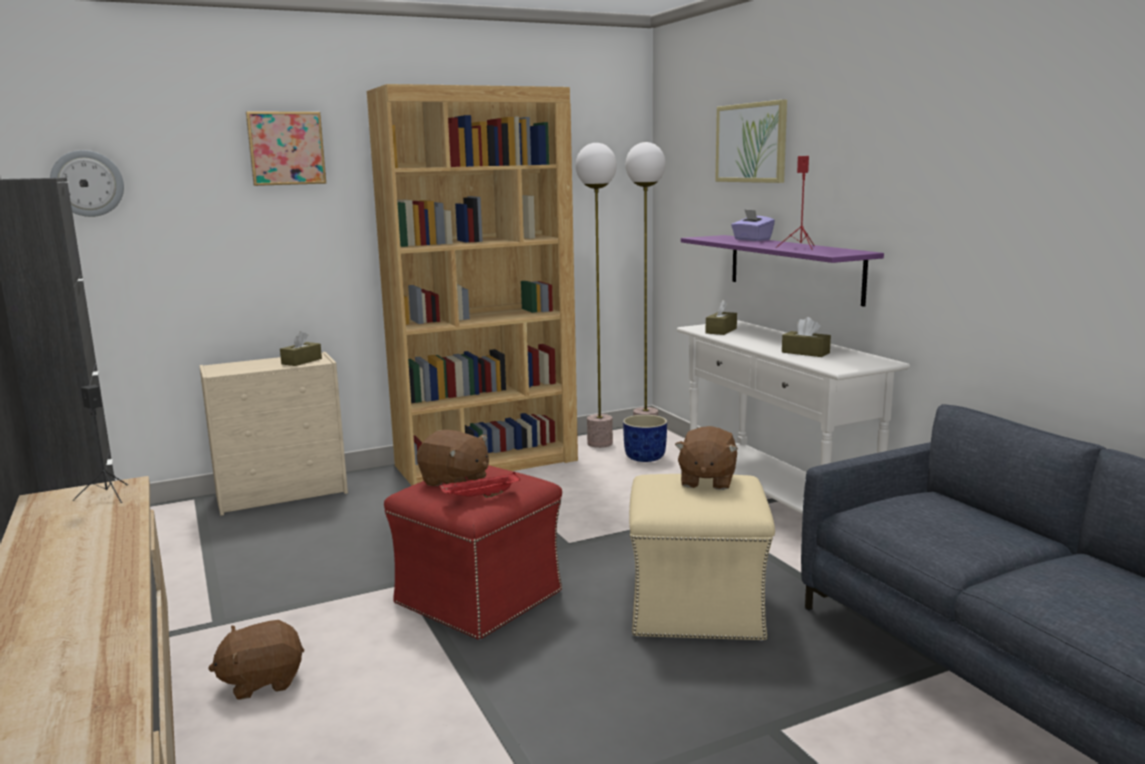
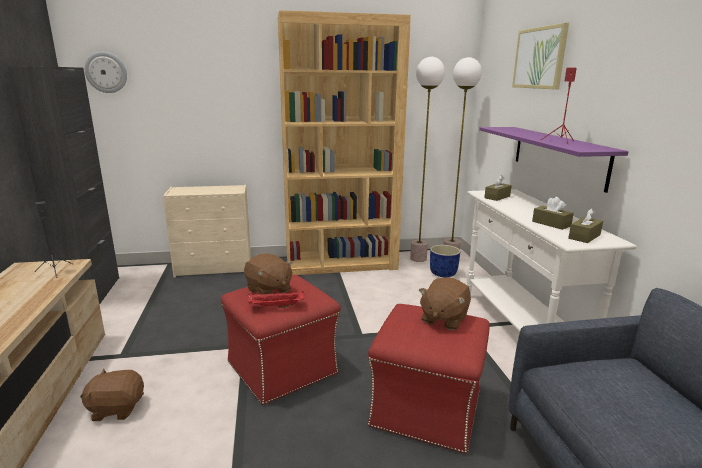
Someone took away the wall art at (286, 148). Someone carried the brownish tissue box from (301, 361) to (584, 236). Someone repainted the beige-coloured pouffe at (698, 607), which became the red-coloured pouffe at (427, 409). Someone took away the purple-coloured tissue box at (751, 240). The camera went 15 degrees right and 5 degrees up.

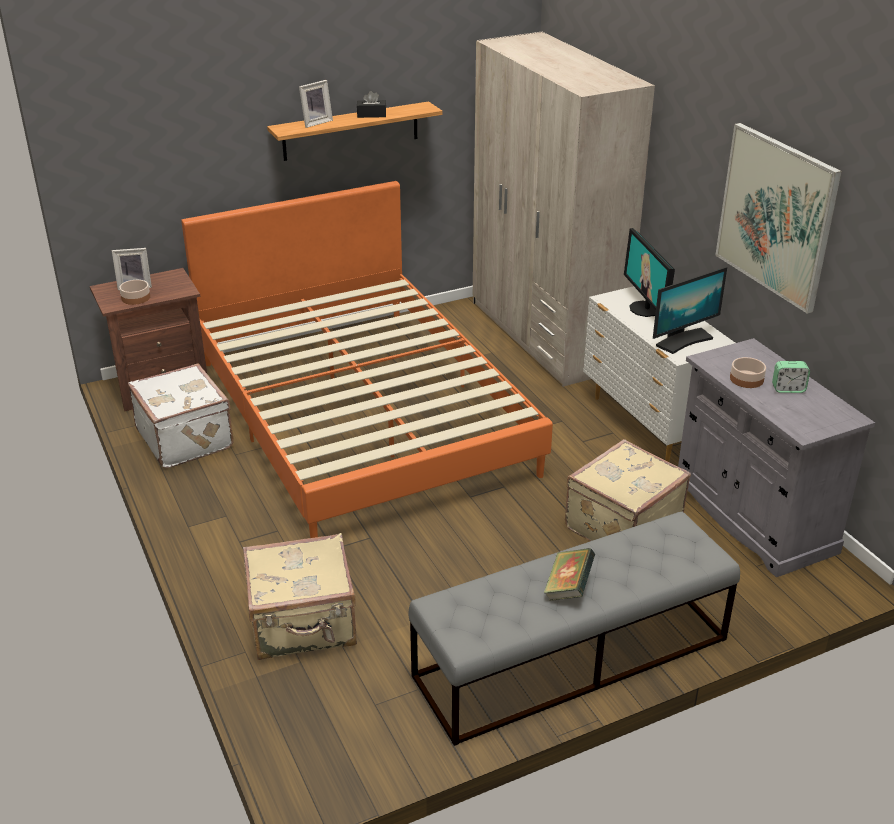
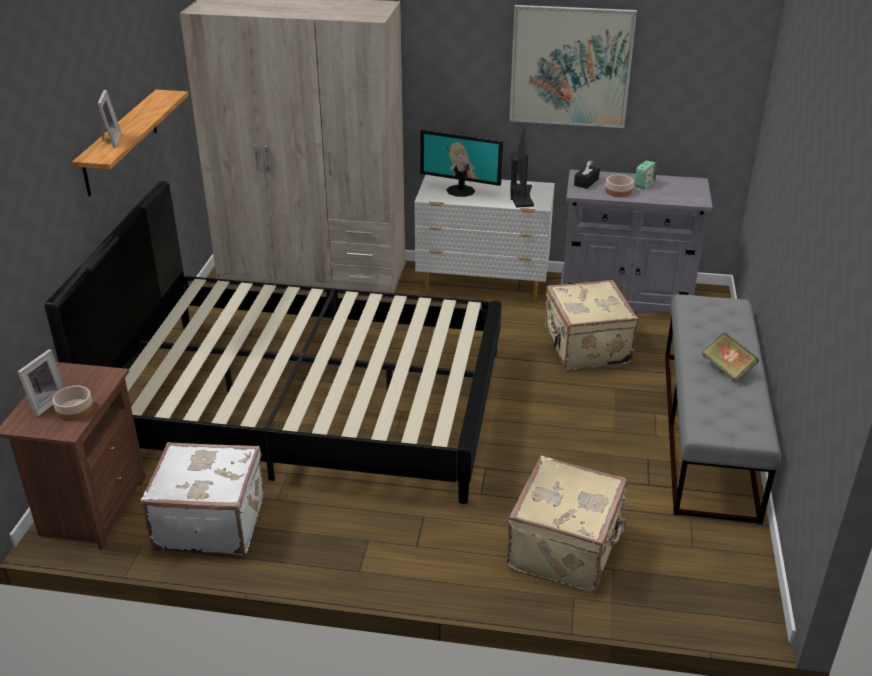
Someone repainted the orange bed at (362, 414), which became the blackish bed at (307, 403). Someone carried the blackish tissue box from (371, 115) to (586, 182). The camera went 55 degrees left and 0 degrees up.

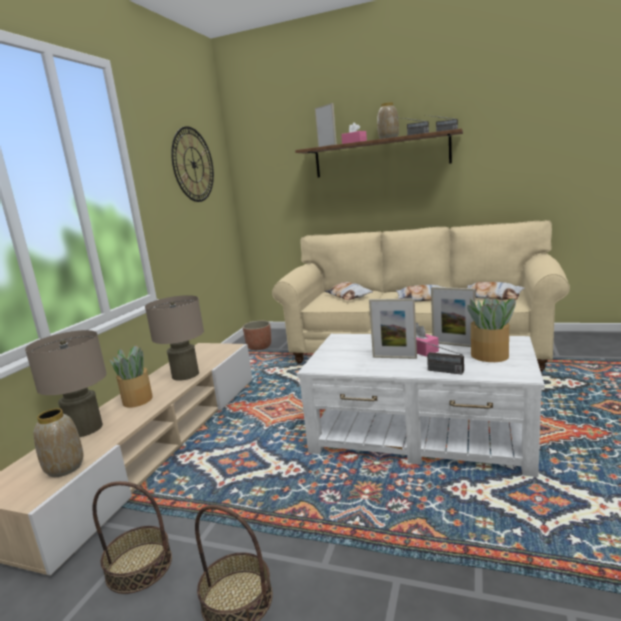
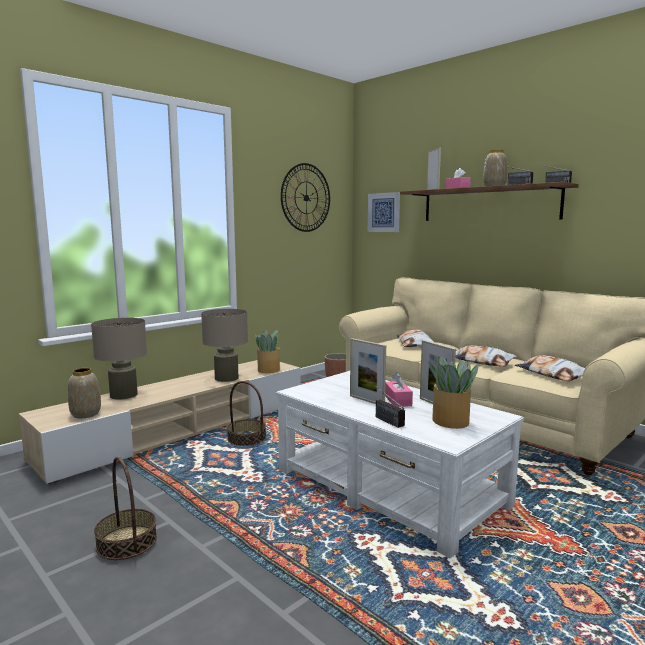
Someone carried the household basket from (139, 567) to (246, 439). Someone carried the potted plant from (138, 399) to (269, 369). Someone put up the wall art at (384, 212). The camera went 25 degrees right and 5 degrees down.

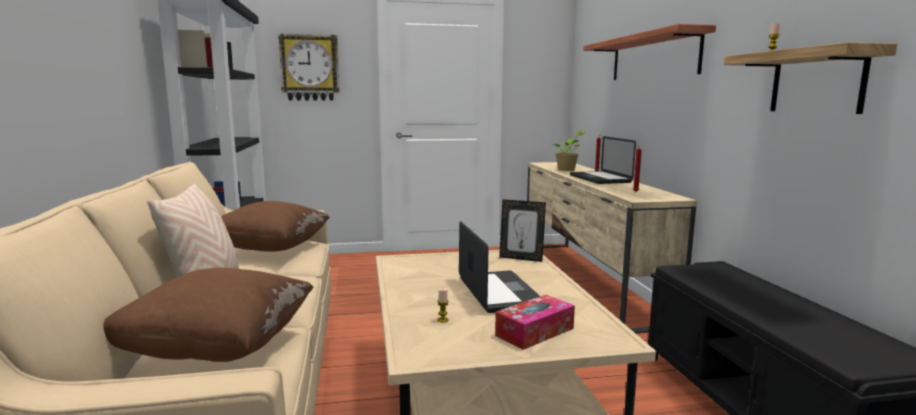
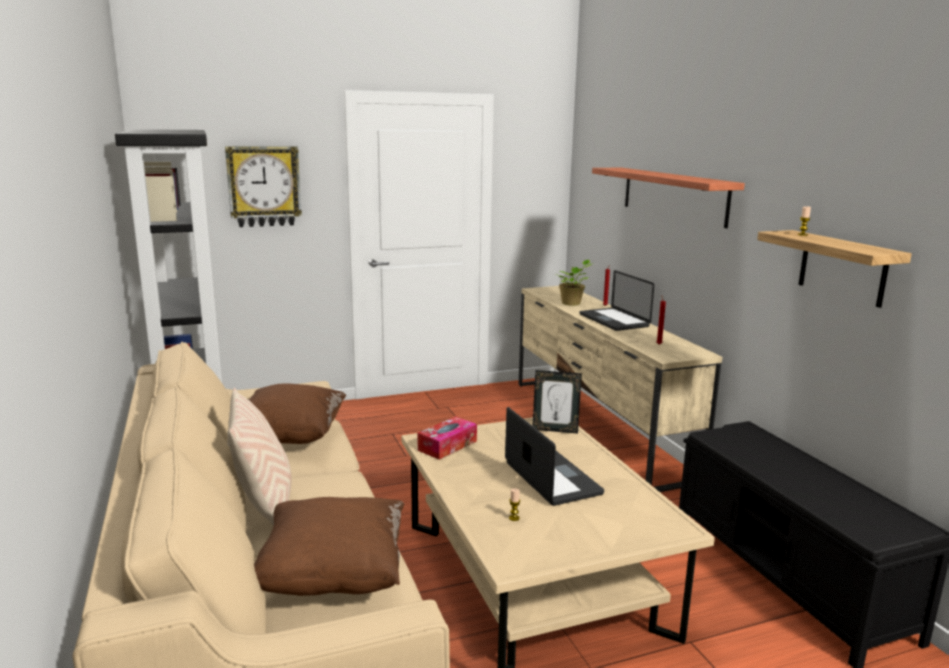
Someone carried the tissue box from (534, 332) to (447, 445). The camera went 10 degrees left and 5 degrees up.

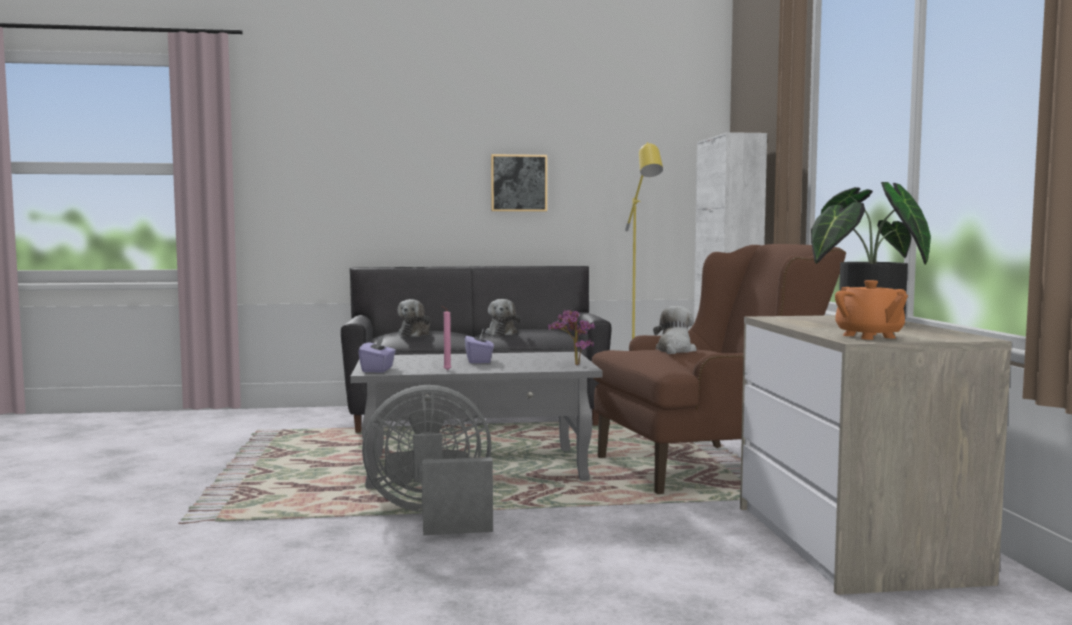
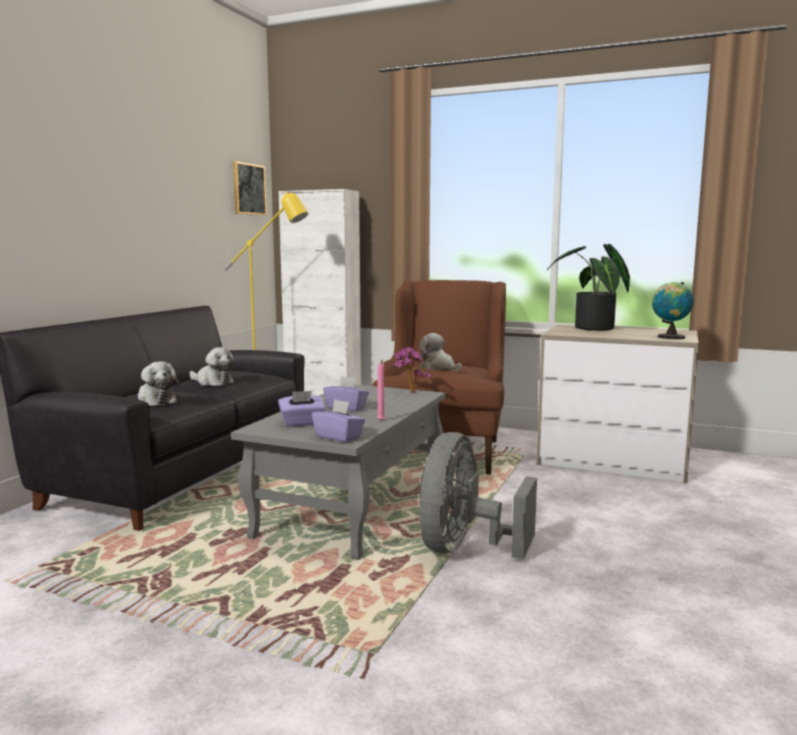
Someone carried the wall art from (519, 183) to (248, 189). Someone swapped the orange tea pot at (869, 336) for the desk globe at (669, 337). Someone put down the purple-coloured tissue box at (302, 423). The camera went 60 degrees left and 5 degrees up.

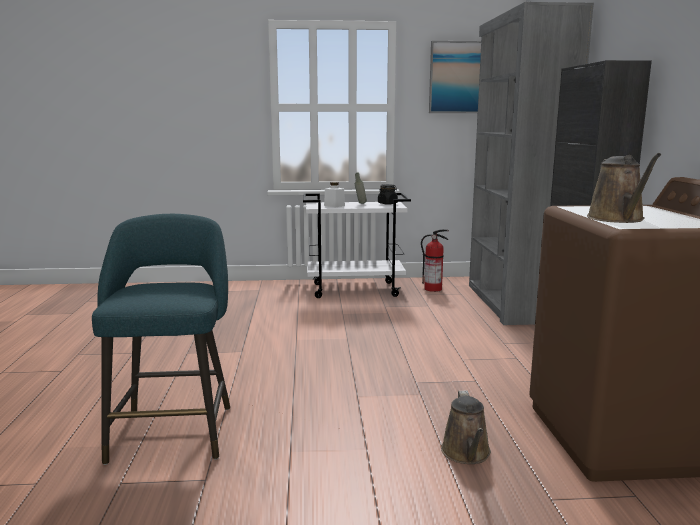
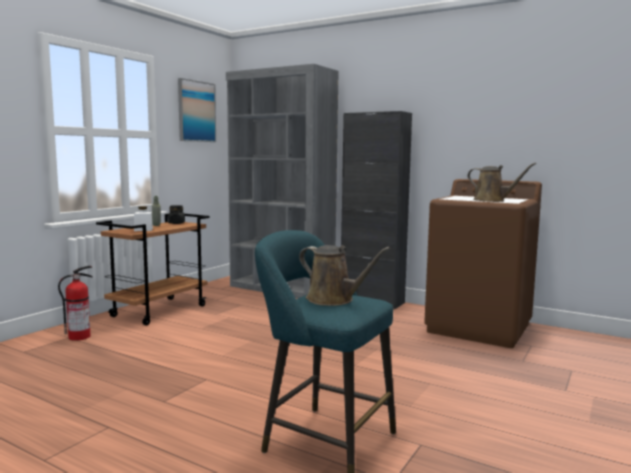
Someone repainted the white cart at (355, 290), which became the brownish cart at (159, 311). Someone carried the extinguisher from (433, 289) to (80, 337). Someone carried the brownish sprinkling can from (466, 453) to (333, 300). The camera went 55 degrees left and 5 degrees down.

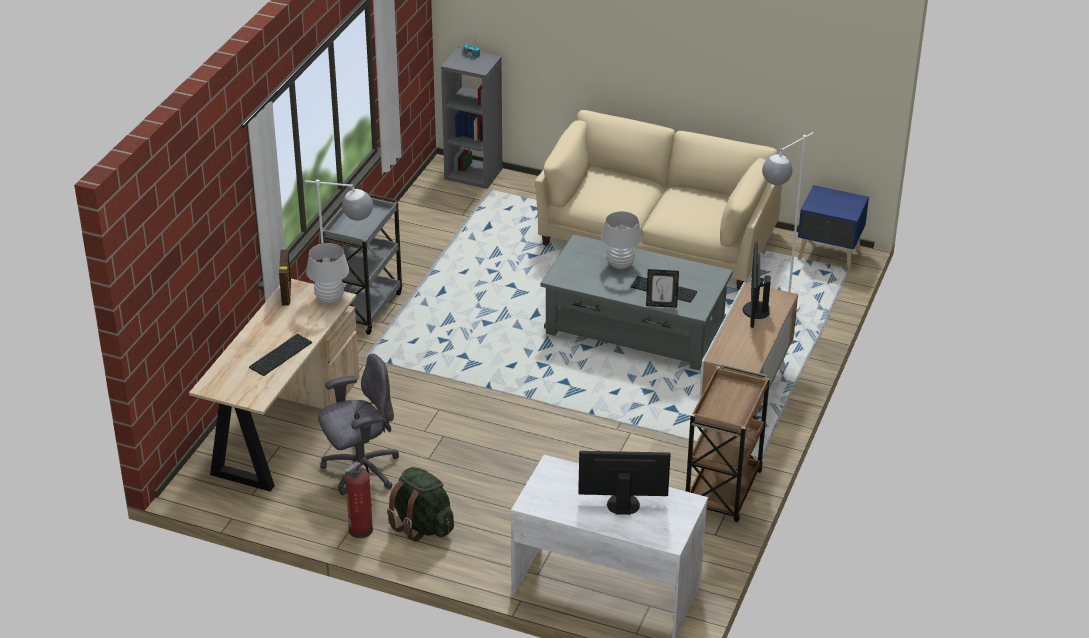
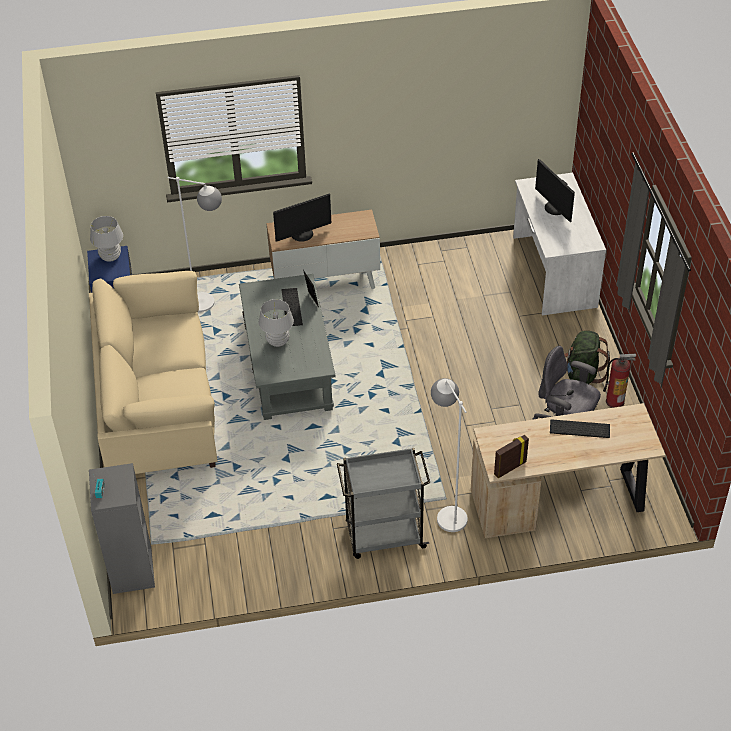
Someone carried the white tabletop lamp from (329, 299) to (110, 257). Someone took away the brownish cart at (723, 492). The camera went 120 degrees left and 10 degrees up.

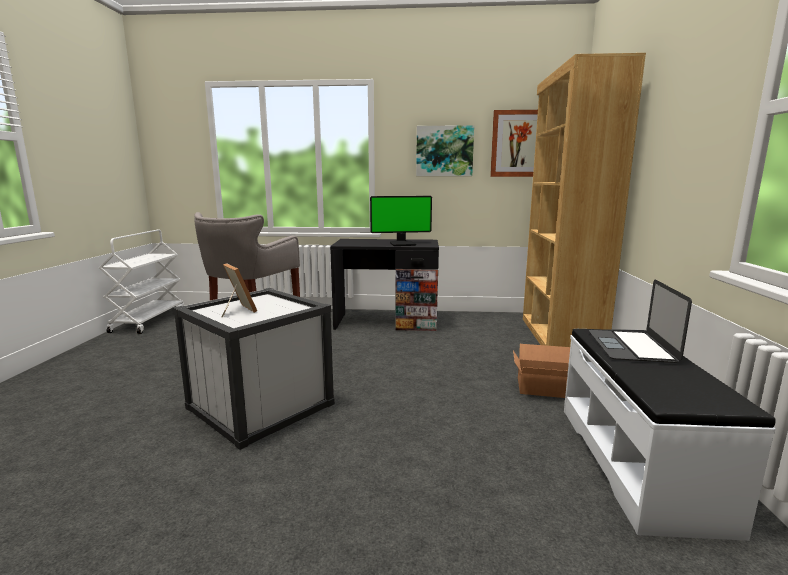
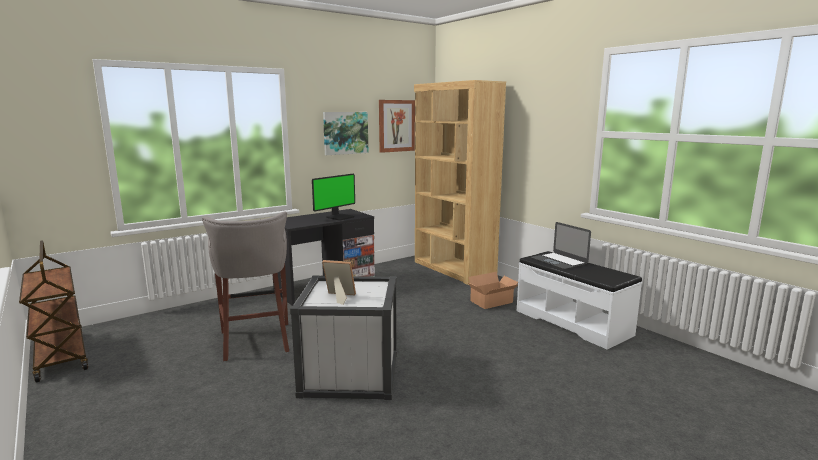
Someone repainted the white cart at (149, 320), which became the brownish cart at (60, 355). The camera went 40 degrees left and 0 degrees up.

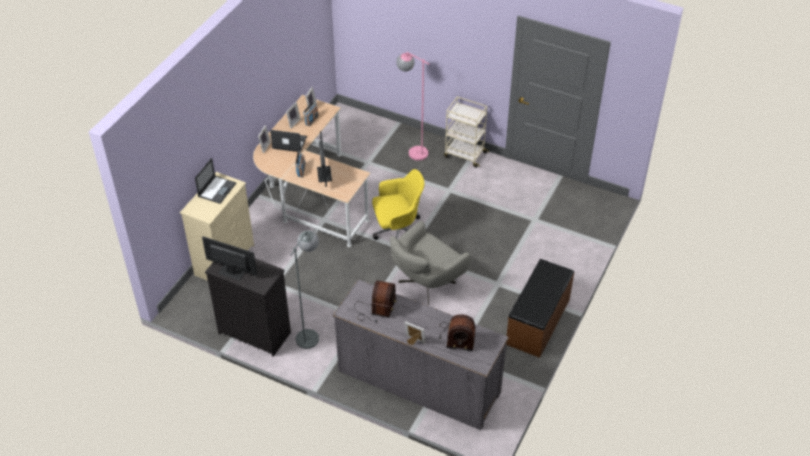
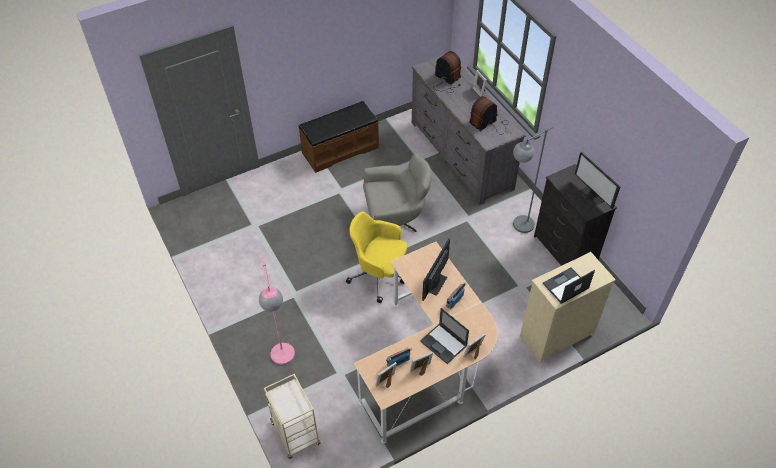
Someone carried the beige-coloured cart from (464, 155) to (296, 434). The camera went 145 degrees left and 5 degrees up.

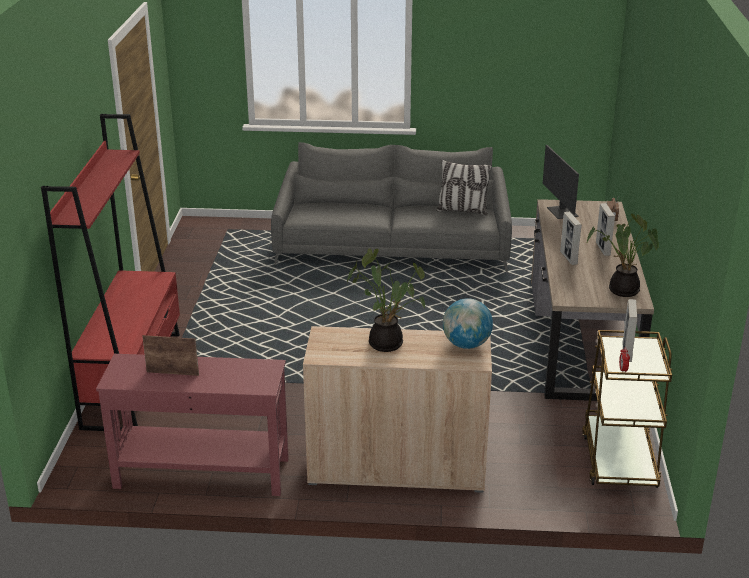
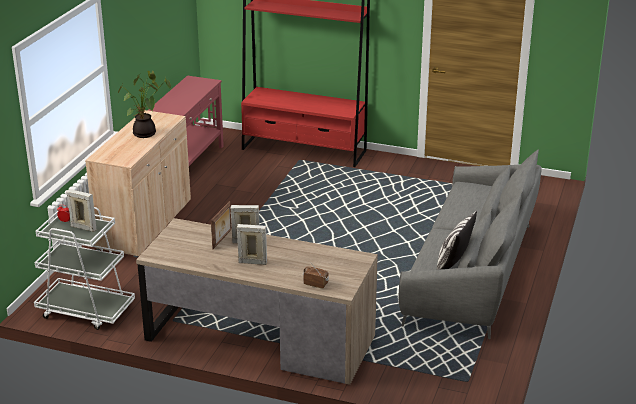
Someone carried the photo frame from (173, 373) to (222, 239). Someone took away the desk globe at (466, 345). Someone took away the computer screen at (561, 212). Someone repainted the brownish cart at (619, 460), which became the white cart at (85, 310). Someone took away the potted plant at (621, 291). The camera went 105 degrees right and 0 degrees up.

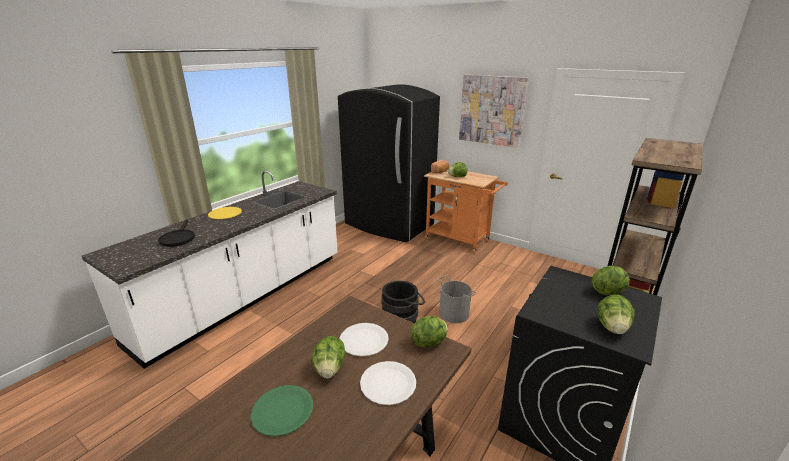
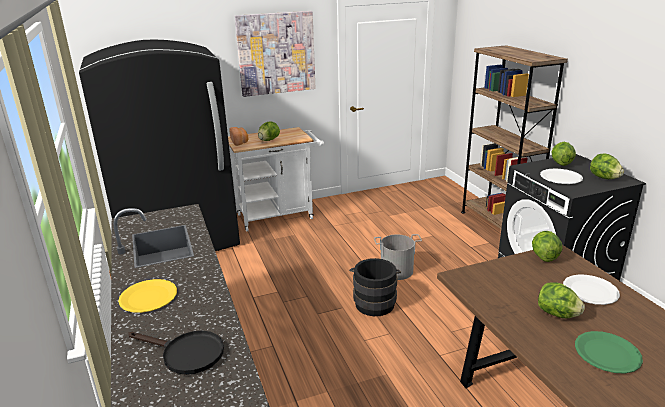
Someone carried the white flat dish from (363, 340) to (561, 178). Someone repainted the orange cart at (460, 240), which became the white cart at (279, 215). The camera went 55 degrees left and 0 degrees up.

